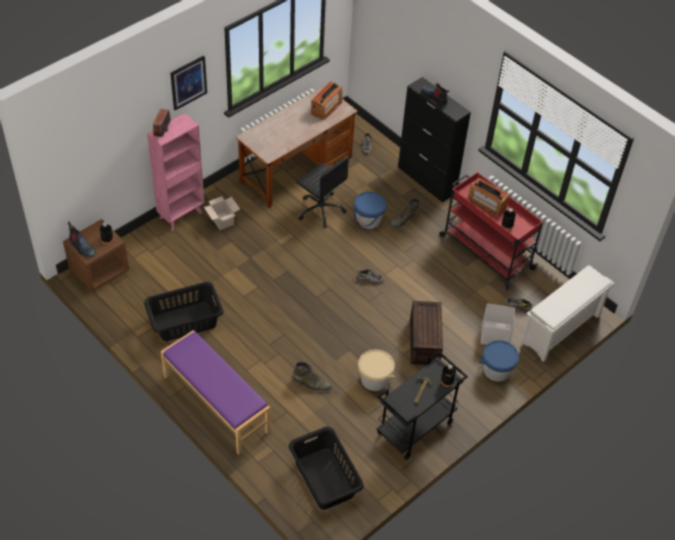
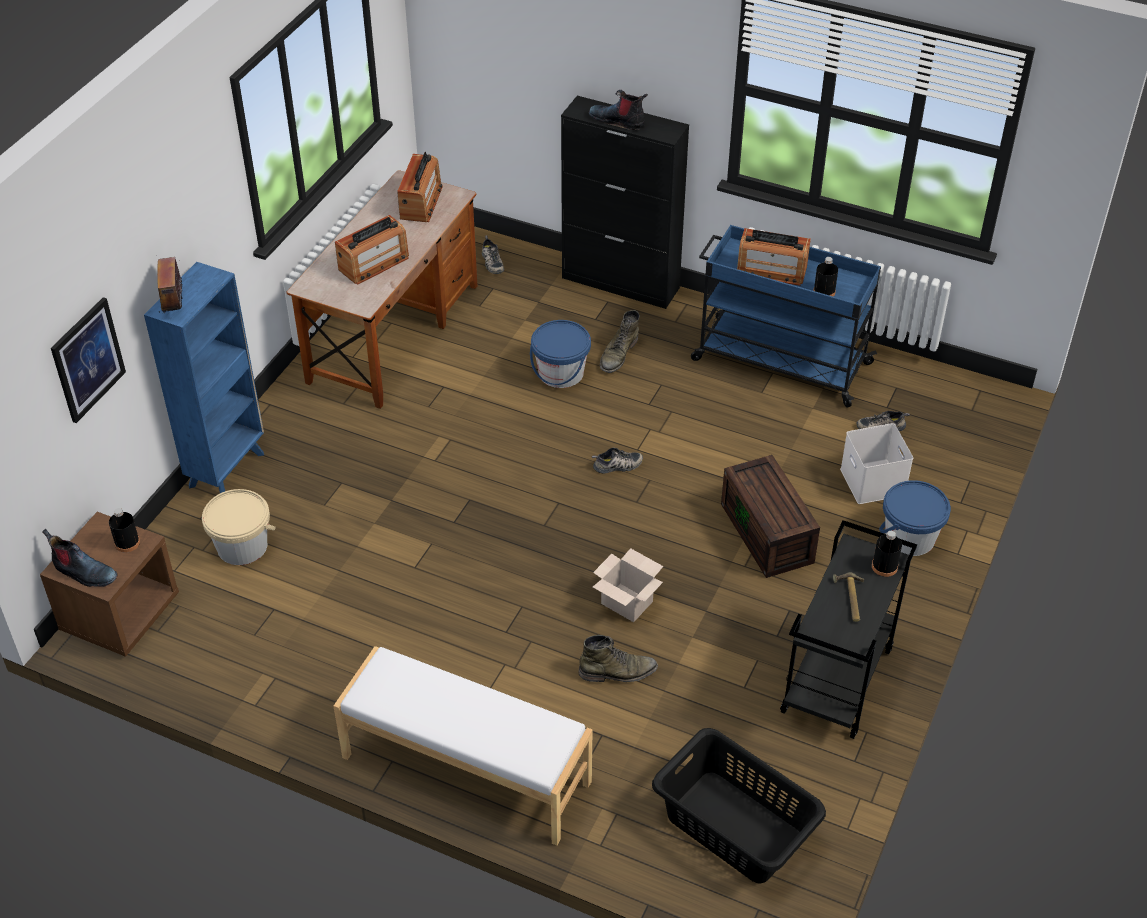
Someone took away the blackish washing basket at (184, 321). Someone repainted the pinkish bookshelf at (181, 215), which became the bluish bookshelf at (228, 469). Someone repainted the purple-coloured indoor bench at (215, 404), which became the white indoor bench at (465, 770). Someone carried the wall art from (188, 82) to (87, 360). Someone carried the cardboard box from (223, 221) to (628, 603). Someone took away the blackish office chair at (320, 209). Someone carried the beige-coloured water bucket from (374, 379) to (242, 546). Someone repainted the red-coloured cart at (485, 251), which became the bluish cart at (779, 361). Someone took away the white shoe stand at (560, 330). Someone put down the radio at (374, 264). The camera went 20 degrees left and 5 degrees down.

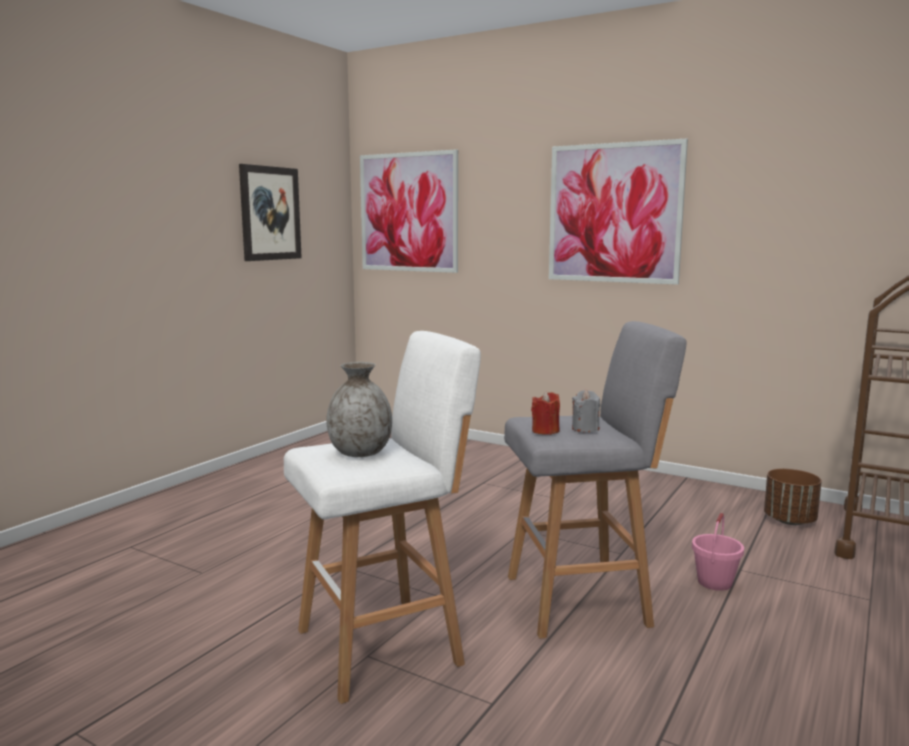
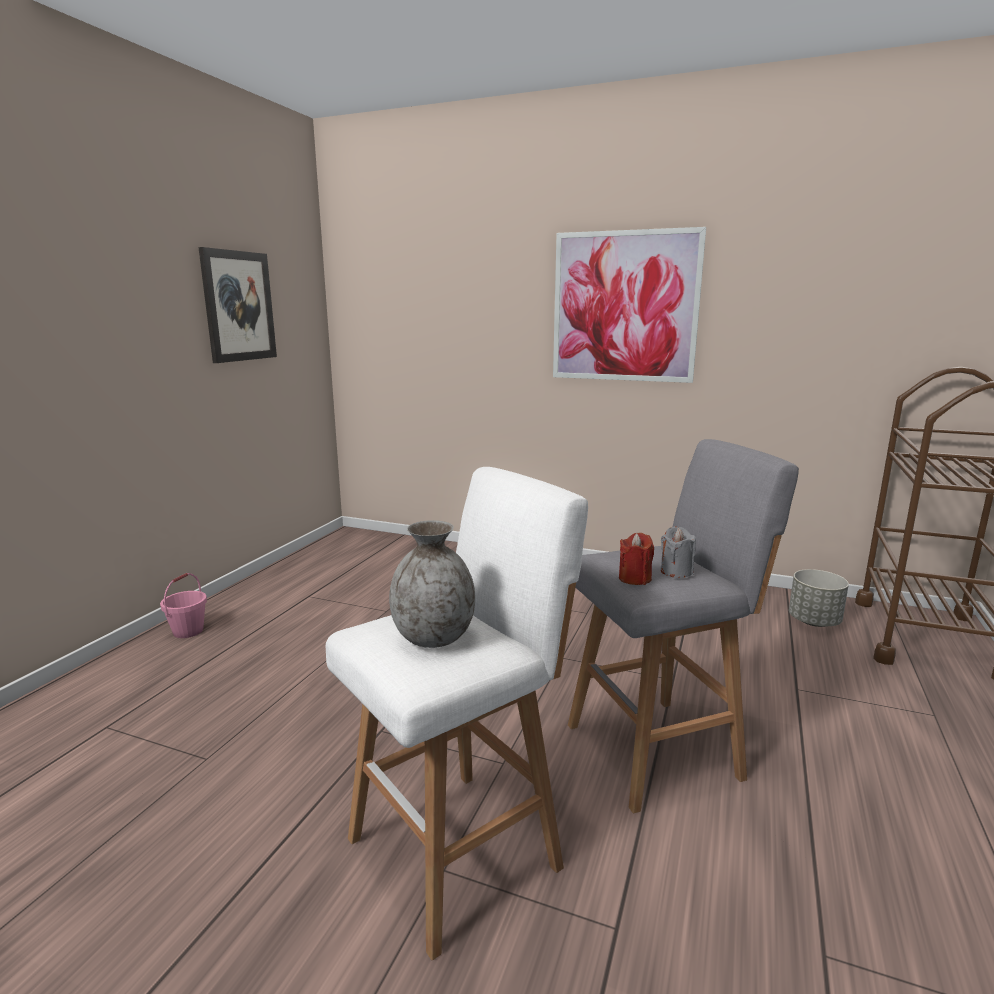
Someone took away the wall art at (408, 212). Someone carried the pinkish water bucket from (714, 582) to (188, 631). Someone repainted the brownish planter at (790, 521), which became the greyish planter at (814, 621). The camera went 10 degrees left and 5 degrees up.

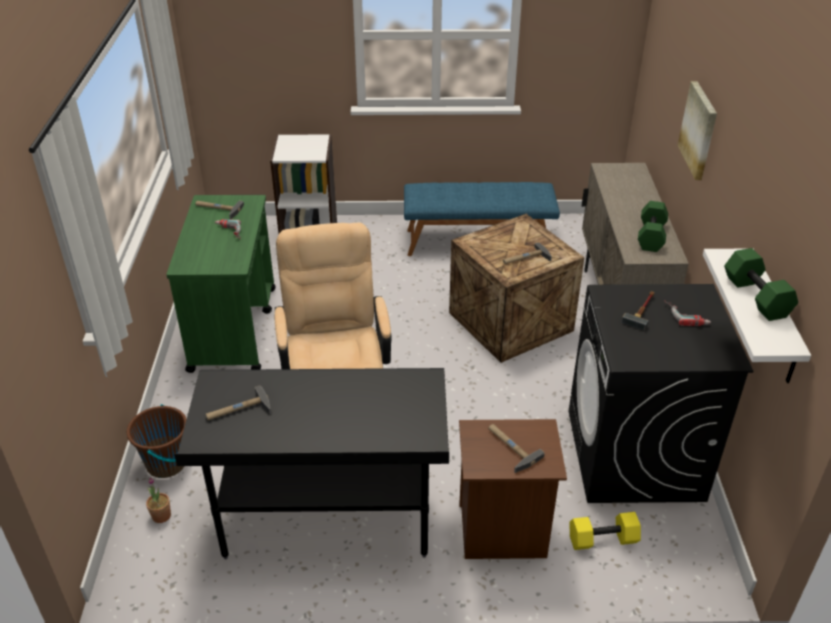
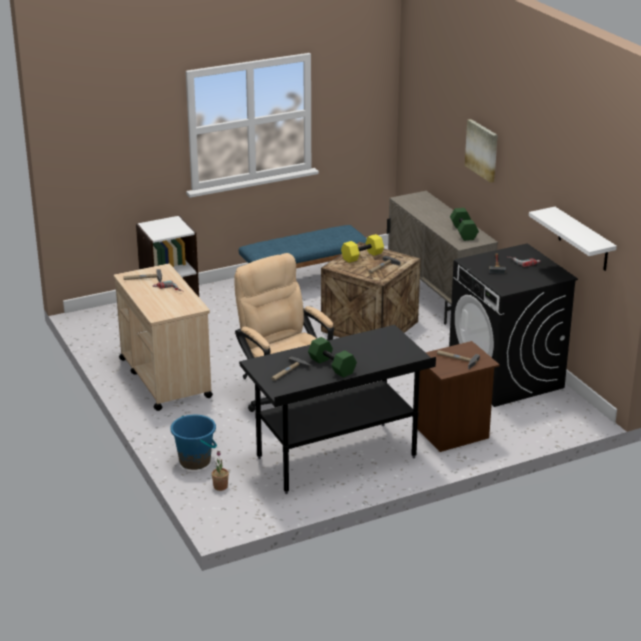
Someone repainted the brownish water bucket at (167, 463), which became the bluish water bucket at (195, 461). Someone repainted the green-coloured cart at (234, 327), which became the beige-coloured cart at (165, 377). Someone carried the yellowish dumbbell from (602, 540) to (362, 256). Someone carried the green-coloured dumbbell from (754, 297) to (331, 366). The camera went 25 degrees left and 10 degrees down.

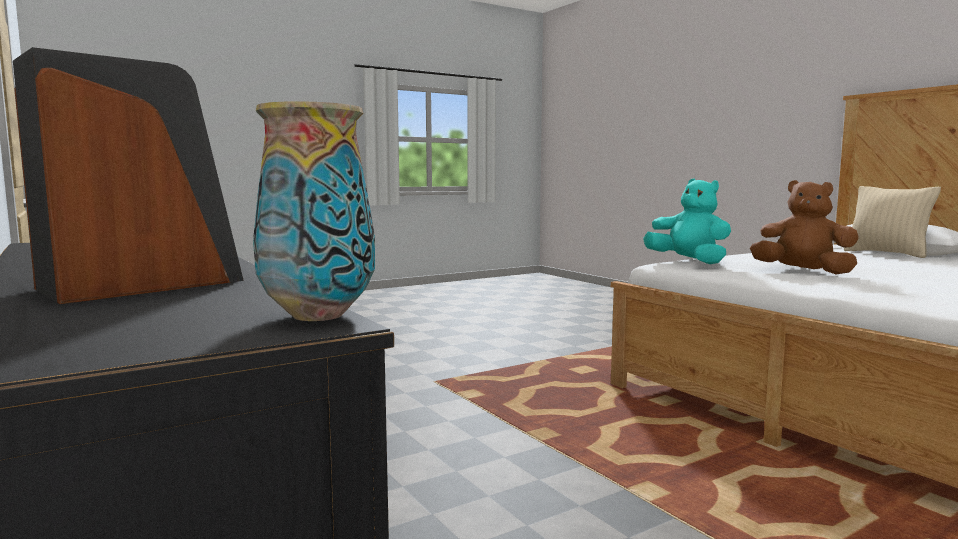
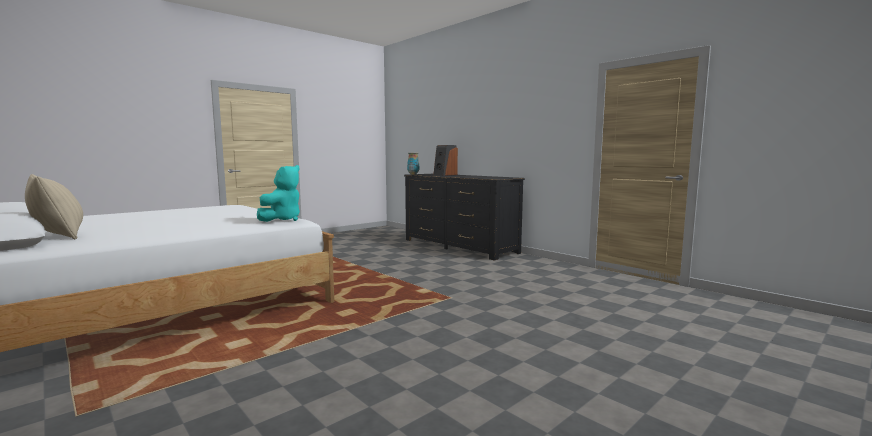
Someone rotated the turquoise soft toy at (689, 261) by 105 degrees counterclockwise. Someone took away the brownish soft toy at (803, 272). The camera went 170 degrees right and 0 degrees up.

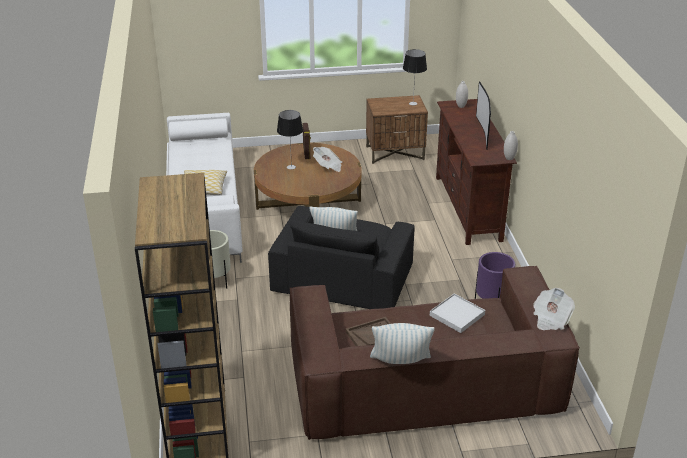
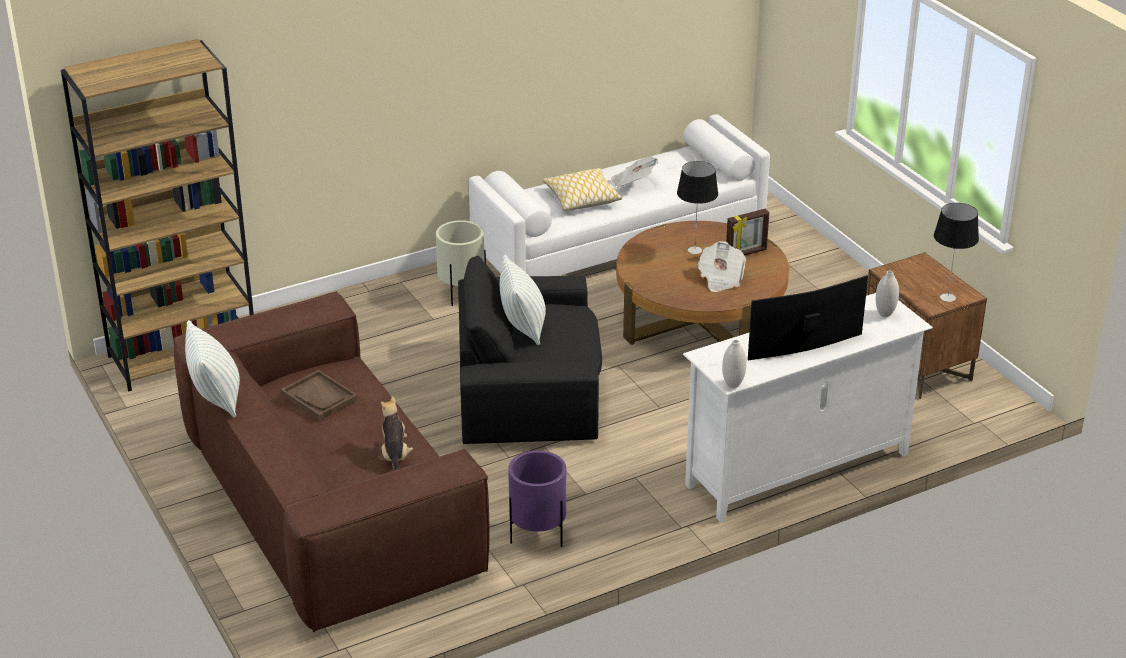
Someone swapped the white serving tray at (457, 315) for the soft toy at (395, 455). Someone repainted the brownish tv unit at (468, 208), which became the white tv unit at (797, 470). Someone carried the daily paper from (551, 319) to (633, 183). The camera went 70 degrees right and 0 degrees up.

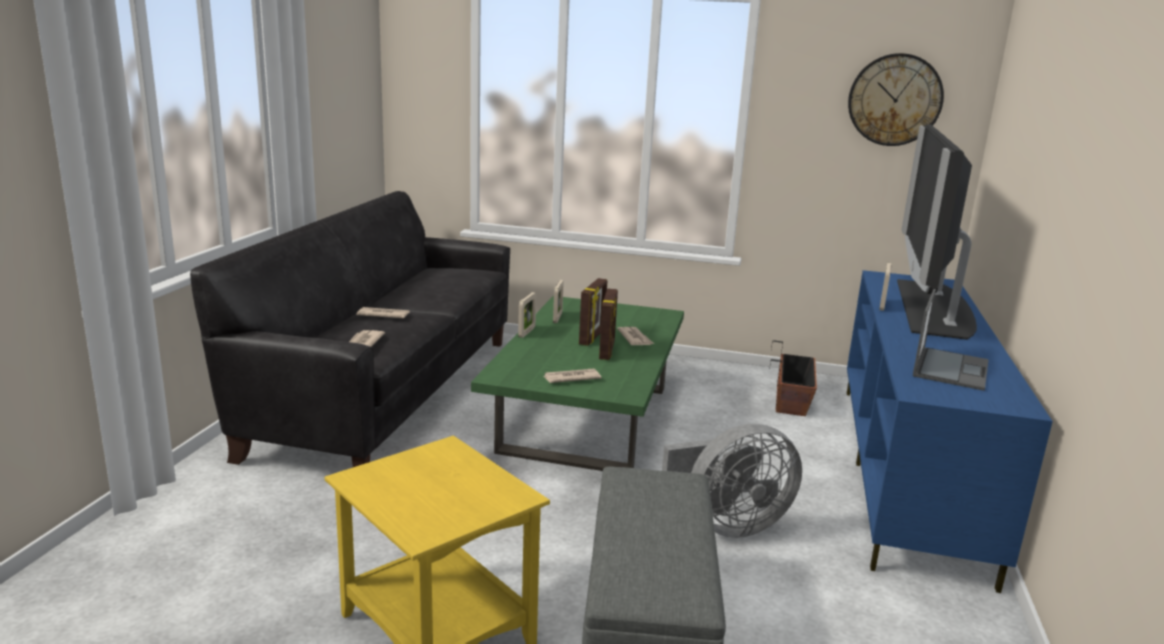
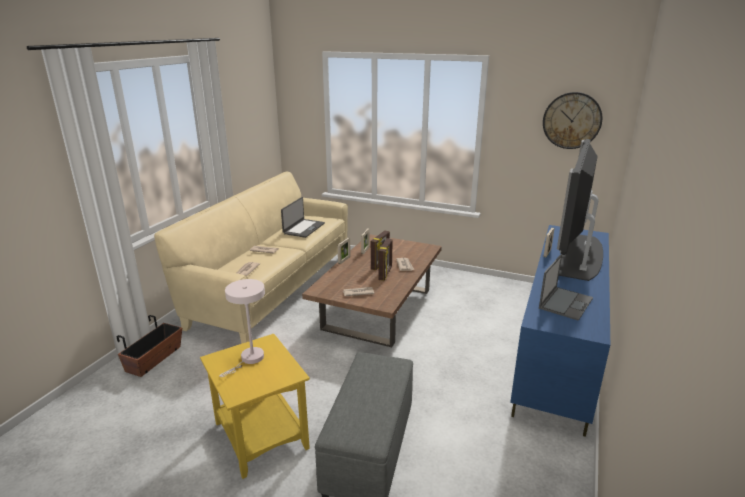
Someone repainted the blackish couch at (387, 393), which became the beige-coloured couch at (273, 289). Someone repainted the green-coloured low table at (585, 417), which became the brownish low table at (377, 308). Someone took away the greyish cooling fan at (727, 525). Someone carried the planter from (792, 399) to (154, 359). Someone put down the white tabletop lamp at (249, 359). Someone put down the laptop at (303, 228). The camera went 10 degrees right and 5 degrees up.

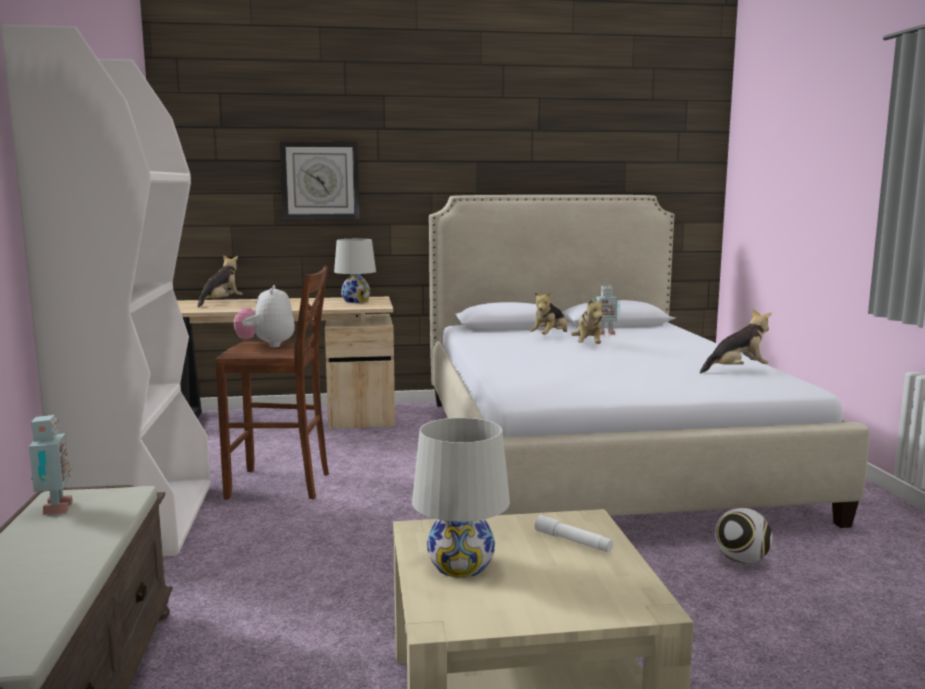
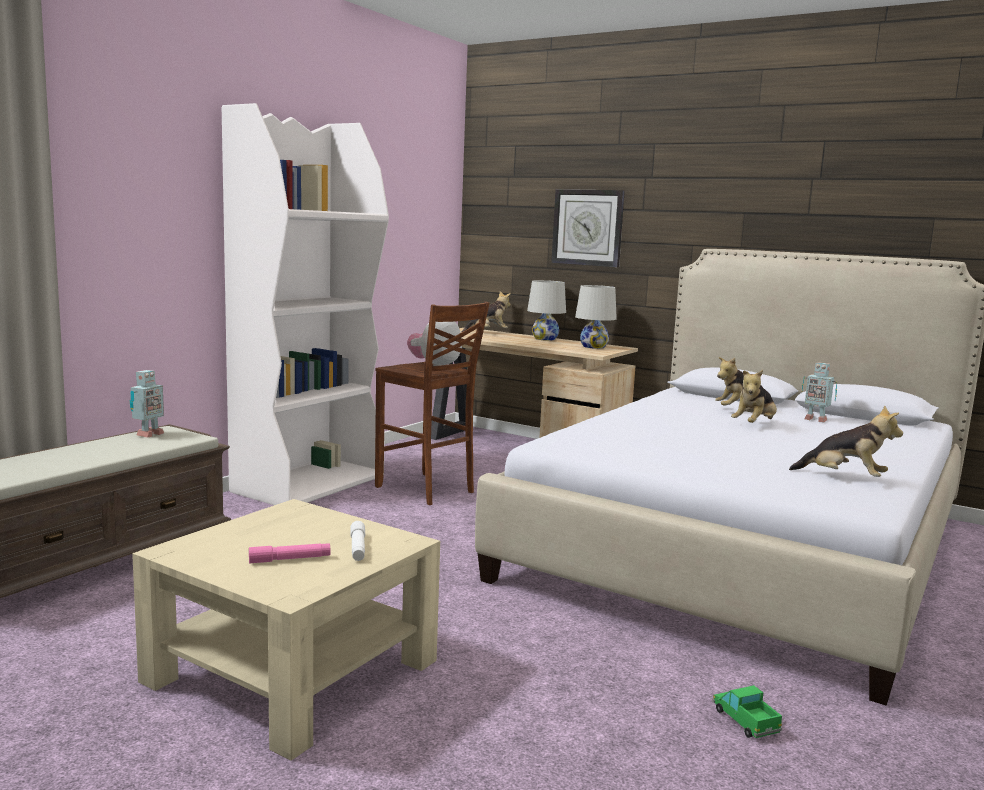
Someone carried the white tabletop lamp from (460, 566) to (544, 339). Someone took away the football ball at (741, 560). Someone put down the pinkish flashlight at (290, 559). Someone put down the toy truck at (745, 721). The camera went 40 degrees right and 0 degrees up.

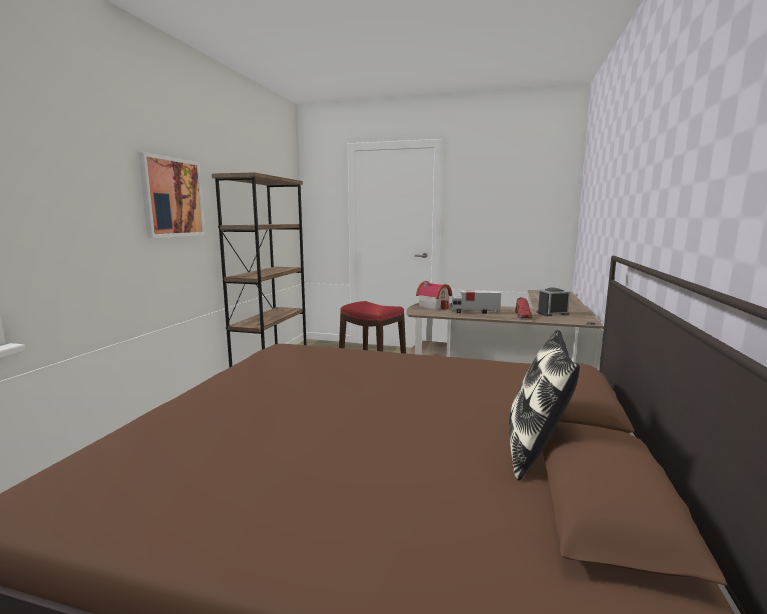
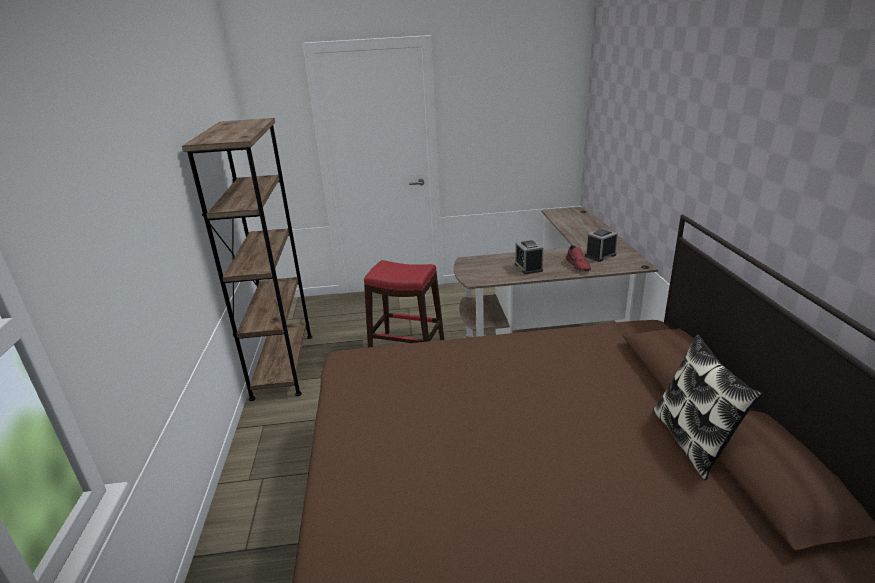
Someone took away the wall art at (172, 197). Someone took away the model house at (434, 306). Someone swapped the toy truck at (474, 312) for the table clock at (528, 267). The camera went 20 degrees left and 15 degrees up.

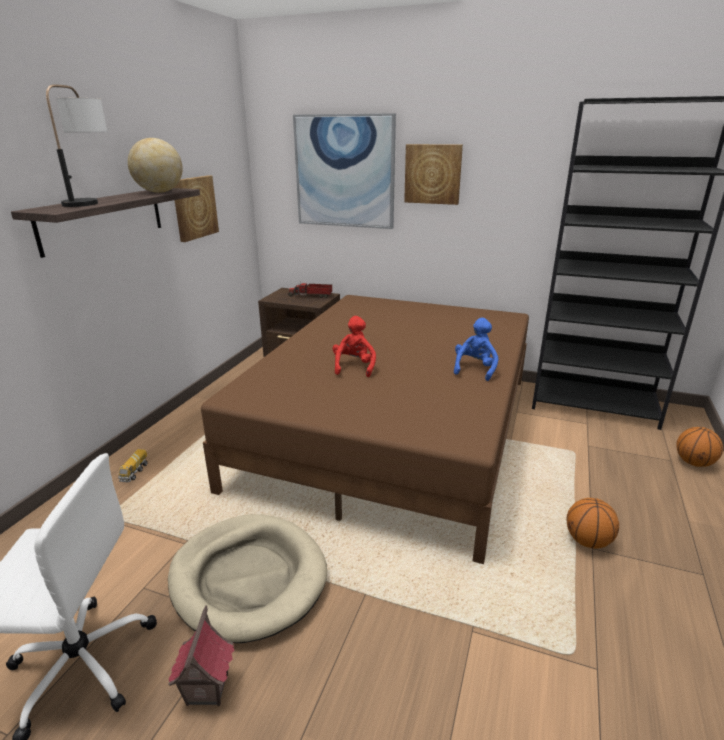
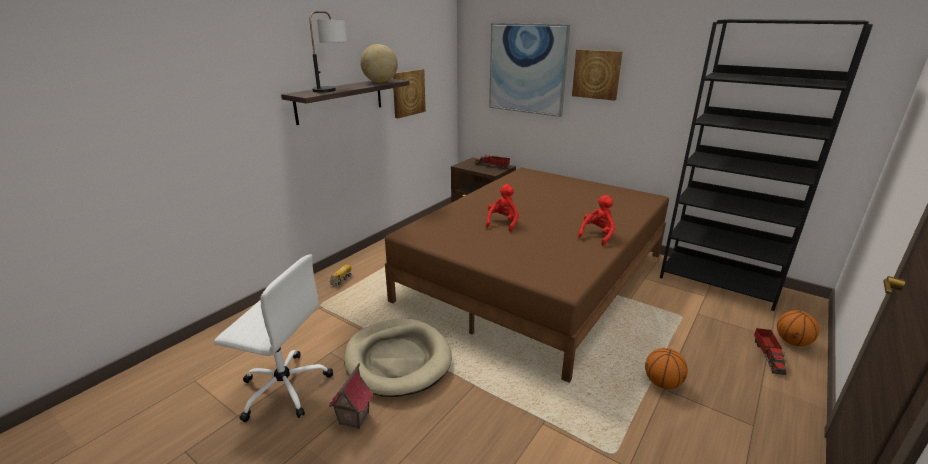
Someone repainted the bluish soft toy at (475, 369), which became the red-coloured soft toy at (597, 235). Someone put down the toy truck at (768, 355). The camera went 15 degrees right and 0 degrees up.

